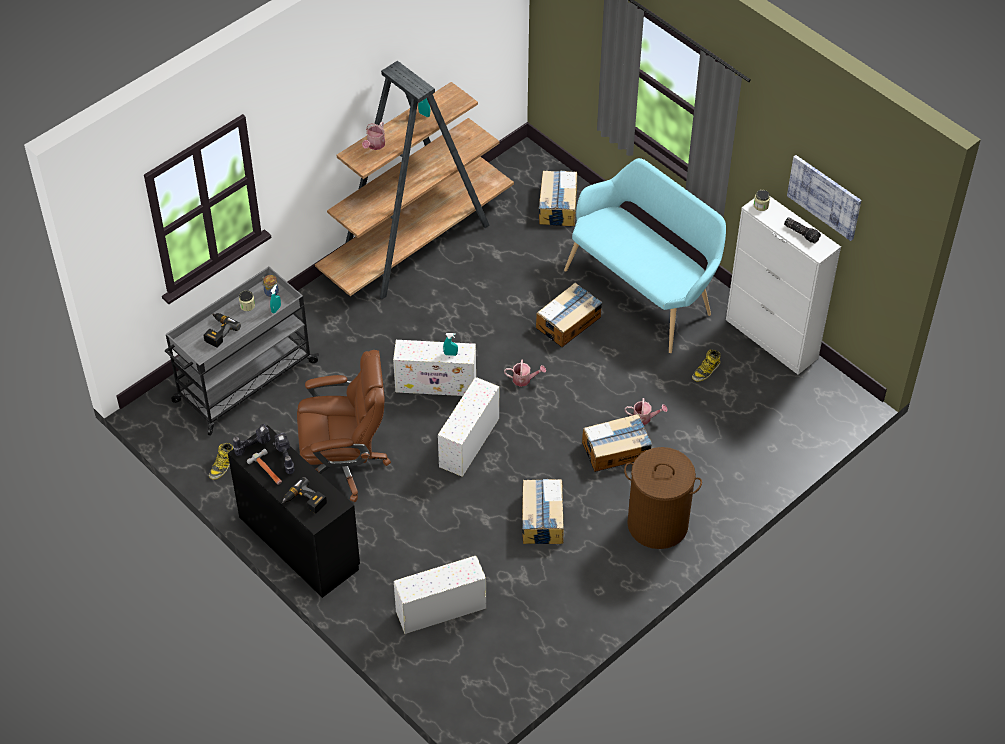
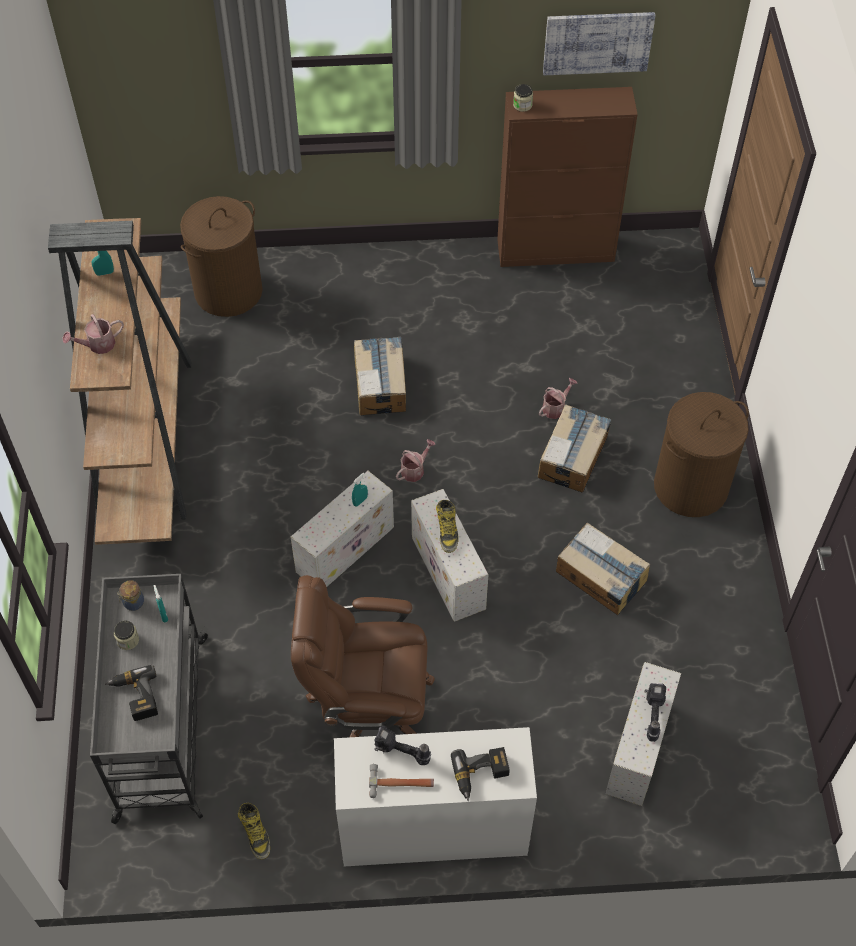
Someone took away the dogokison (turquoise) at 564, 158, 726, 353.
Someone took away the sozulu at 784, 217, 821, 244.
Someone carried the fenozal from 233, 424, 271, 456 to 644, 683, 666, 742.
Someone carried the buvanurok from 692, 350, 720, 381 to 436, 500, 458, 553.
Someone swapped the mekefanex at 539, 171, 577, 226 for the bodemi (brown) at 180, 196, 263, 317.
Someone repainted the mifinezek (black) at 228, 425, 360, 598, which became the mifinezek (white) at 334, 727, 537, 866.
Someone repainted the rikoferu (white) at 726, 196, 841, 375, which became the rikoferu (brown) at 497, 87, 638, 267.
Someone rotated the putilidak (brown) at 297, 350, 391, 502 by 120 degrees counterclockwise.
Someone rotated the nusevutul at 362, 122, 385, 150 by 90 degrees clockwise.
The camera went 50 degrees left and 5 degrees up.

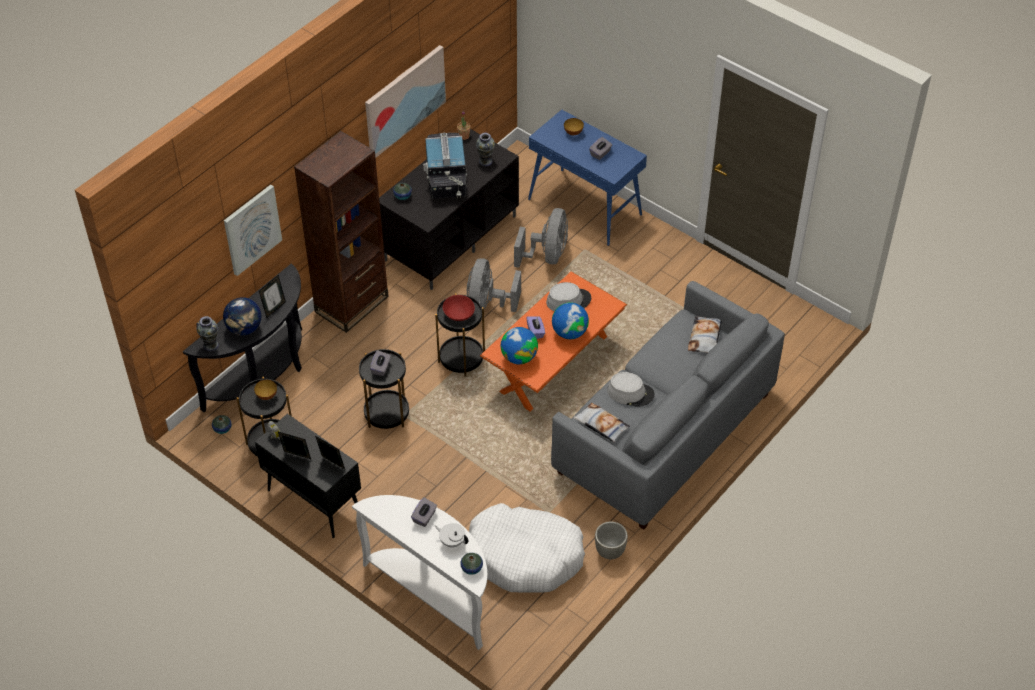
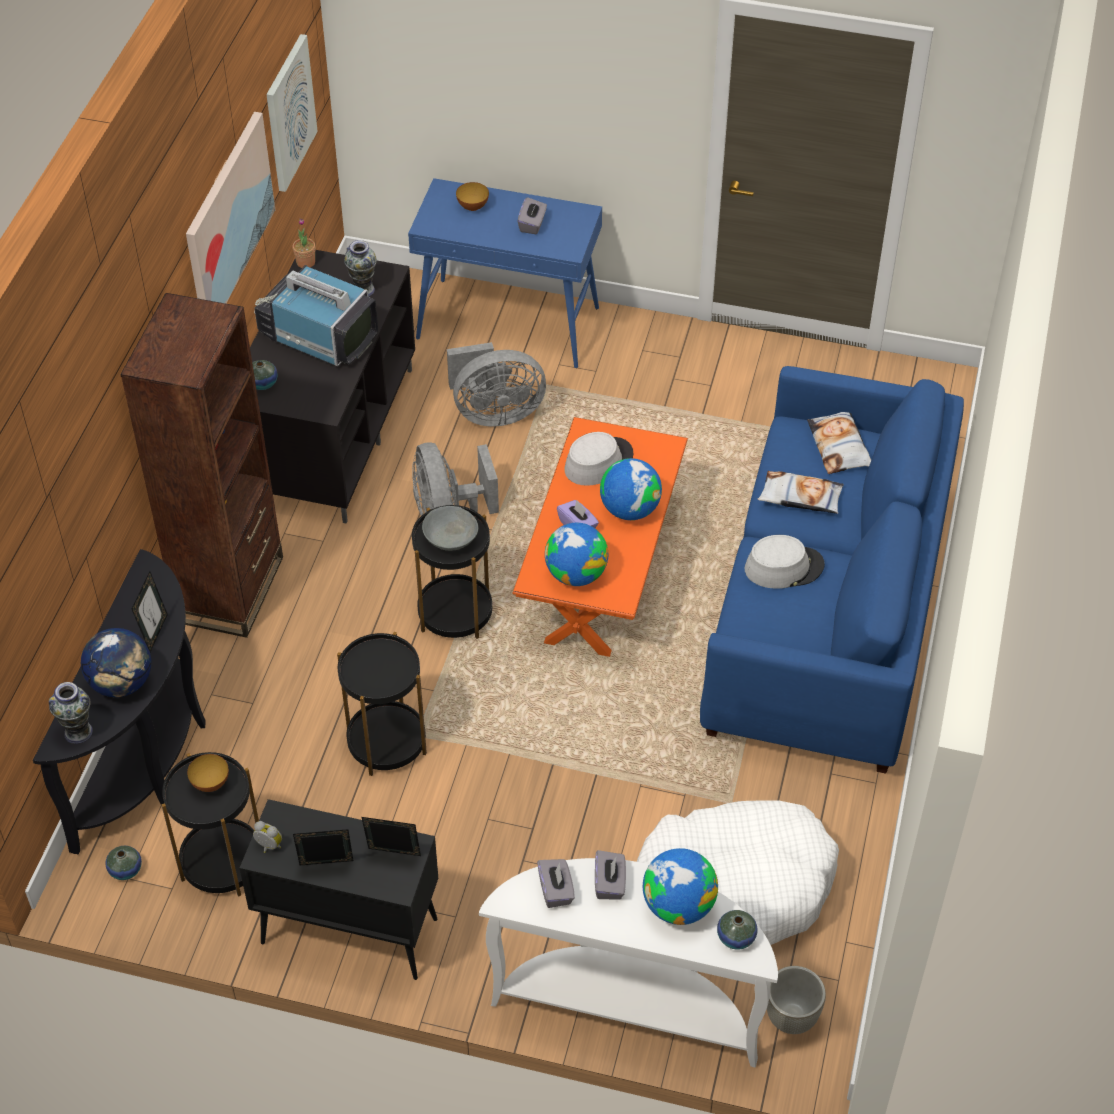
Someone carried the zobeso from 224, 185, 282, 276 to 266, 34, 318, 192.
Someone carried the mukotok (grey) from 370, 350, 391, 376 to 537, 859, 575, 908.
Someone carried the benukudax from 573, 403, 630, 442 to 758, 471, 844, 514.
Someone carried the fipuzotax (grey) from 595, 521, 628, 559 to 767, 966, 826, 1034.
Someone swapped the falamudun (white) at 434, 523, 469, 547 for the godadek at 643, 848, 718, 925.
Someone repainted the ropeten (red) at 443, 295, 475, 321, which became the ropeten (grey) at 422, 506, 478, 551.
Someone repainted the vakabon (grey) at 551, 281, 785, 530, which became the vakabon (blue) at 700, 366, 964, 774.
Someone rotated the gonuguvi at 423, 133, 467, 199 by 150 degrees clockwise.
Someone rotated the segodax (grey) at 514, 208, 568, 268 by 90 degrees clockwise.
The camera went 25 degrees left and 0 degrees up.

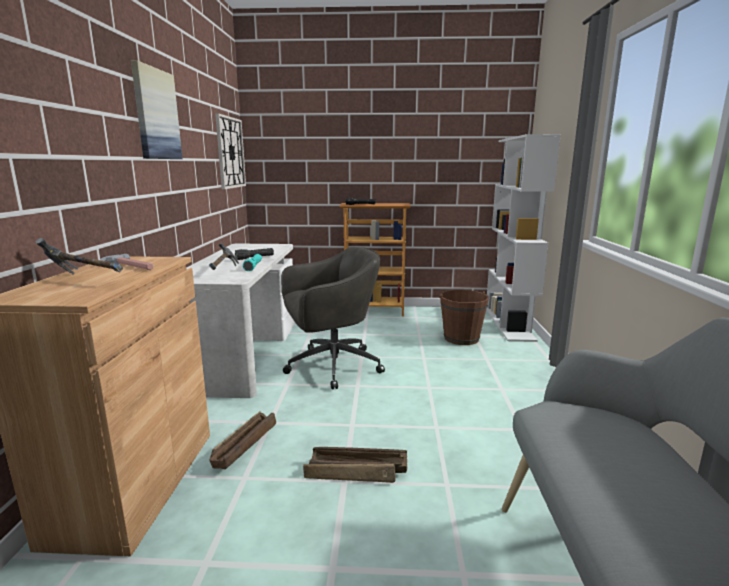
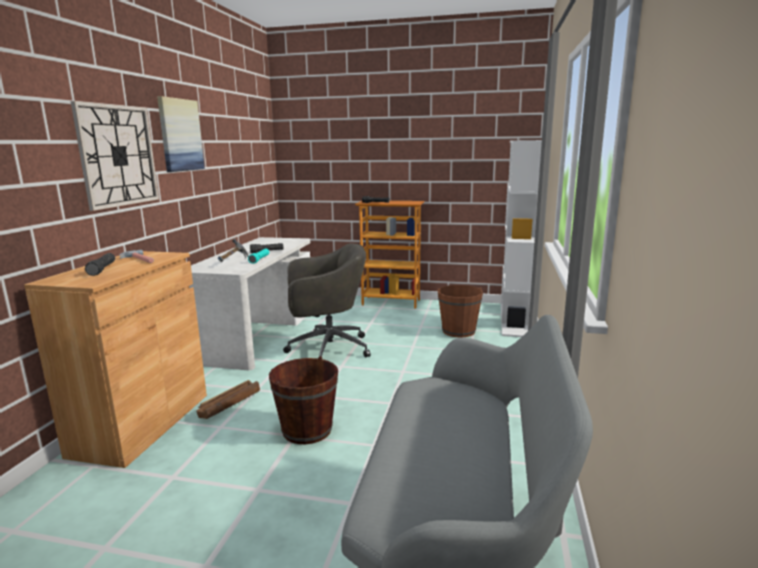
Someone carried the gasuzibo from 215, 113, 246, 189 to 71, 101, 159, 211.
Someone swapped the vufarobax at 36, 238, 123, 274 for the sozulu (black) at 85, 253, 115, 276.
Someone swapped the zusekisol at 303, 447, 407, 483 for the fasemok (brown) at 269, 356, 338, 444.
The camera went 10 degrees right and 0 degrees up.

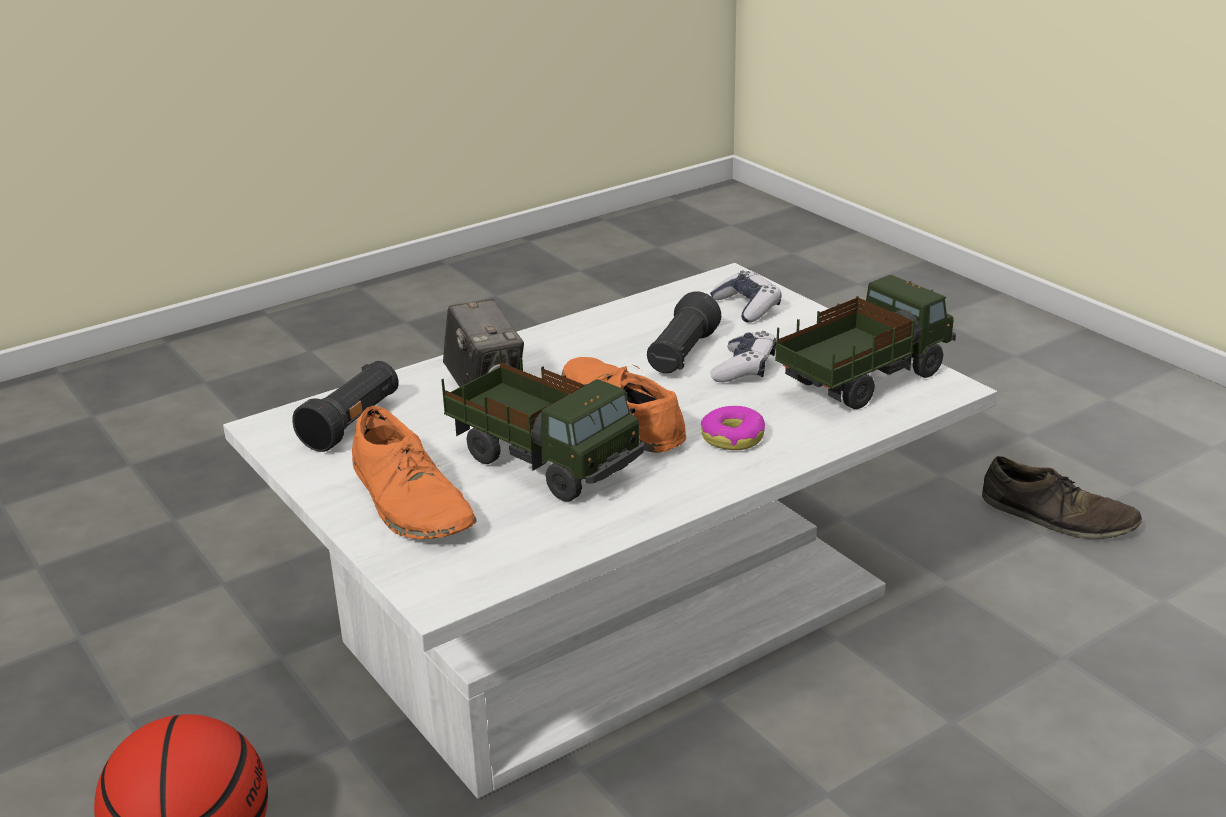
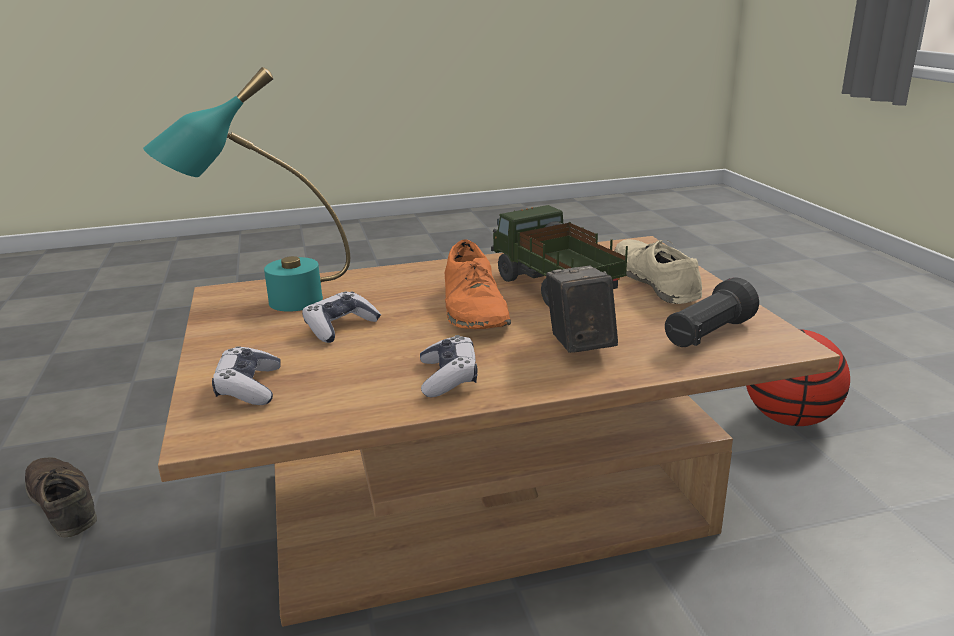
Someone took away the sozulu (black) at 647, 291, 721, 373.
Someone took away the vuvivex at 701, 406, 765, 450.
Someone put down the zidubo at 420, 335, 478, 397.
Someone swapped the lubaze at 775, 275, 956, 409 for the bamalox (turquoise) at 143, 67, 350, 312.
Someone repainted the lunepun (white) at 223, 263, 997, 799, which became the lunepun (brown) at 158, 236, 840, 627.
Someone repainted the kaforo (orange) at 352, 406, 477, 539, which became the kaforo (beige) at 615, 239, 702, 304.
The camera went 160 degrees left and 5 degrees down.

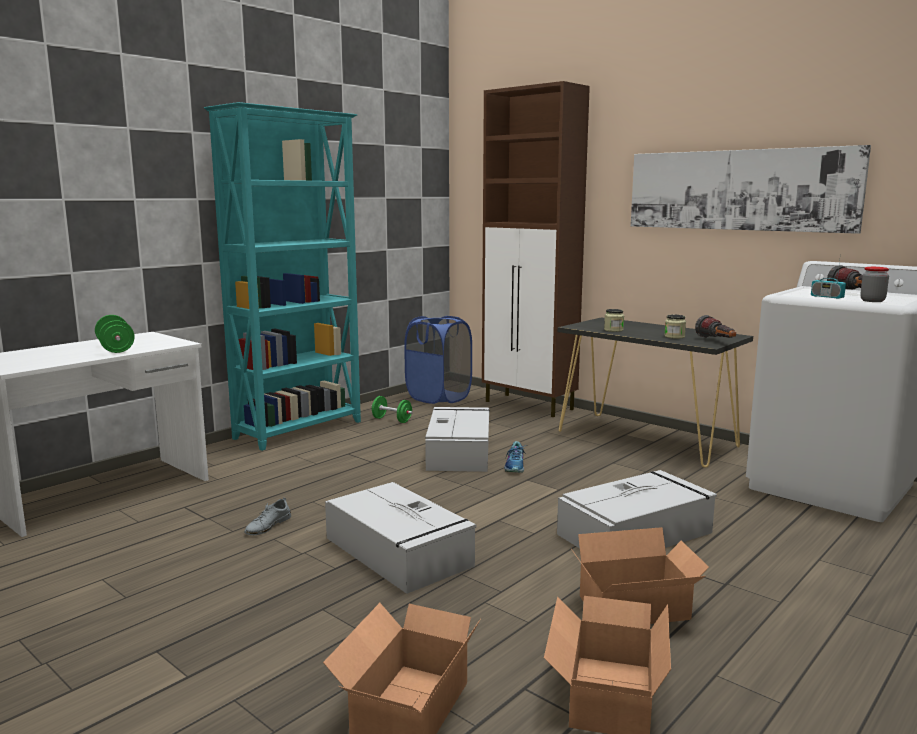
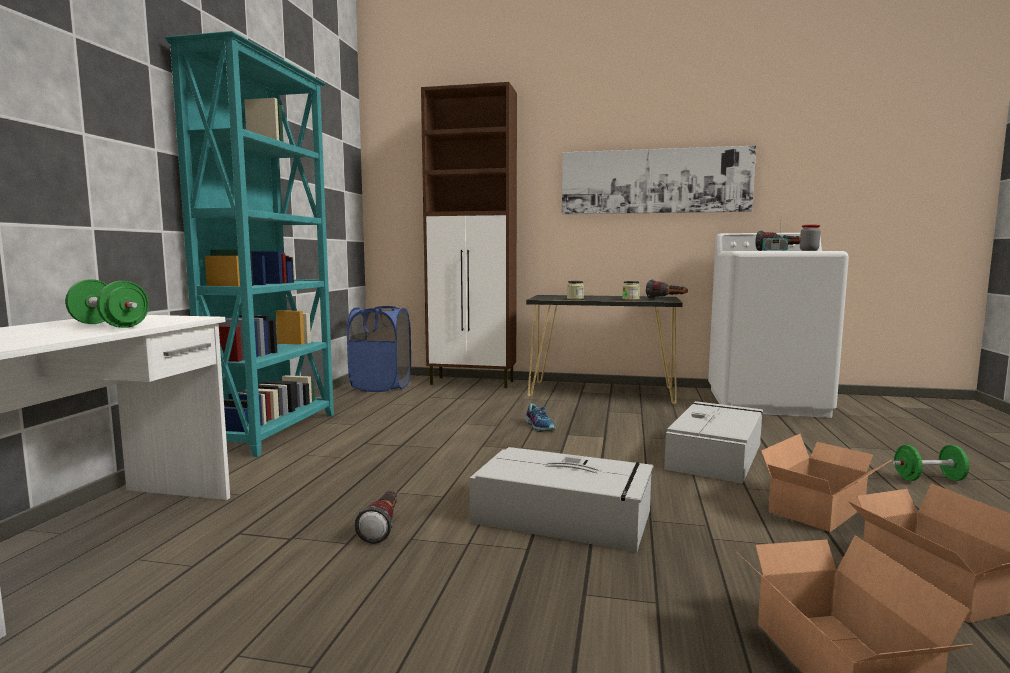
Someone took away the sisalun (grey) at 425, 407, 490, 472.
Someone carried the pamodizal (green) from 371, 396, 413, 423 to 893, 445, 970, 481.
Someone swapped the kaforo (grey) at 244, 498, 291, 535 for the sozulu at 354, 491, 397, 544.
The camera went 30 degrees left and 5 degrees down.

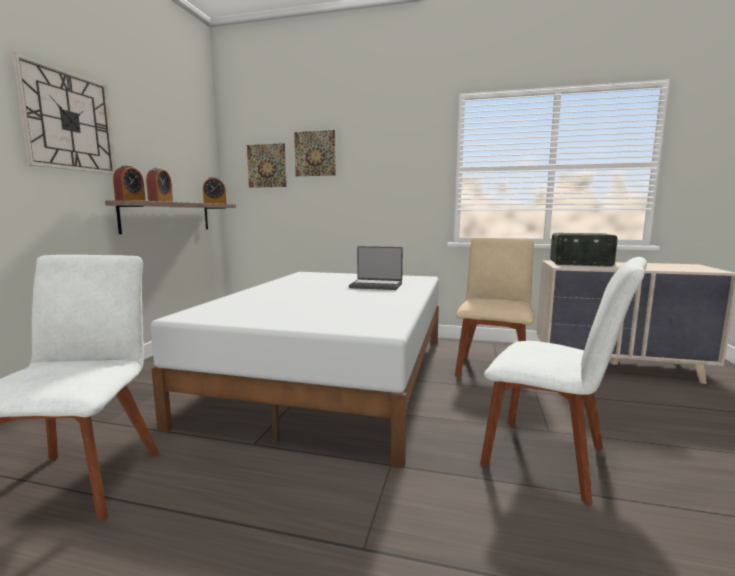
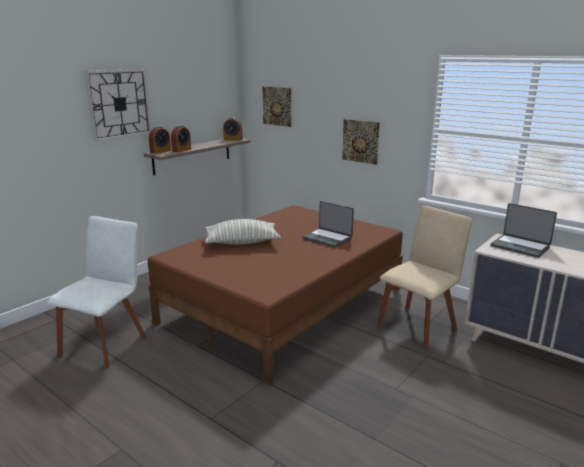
Someone took away the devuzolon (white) at 480, 257, 647, 505.
Someone put down the benukudax at 205, 219, 281, 245.
Someone carried the zobeso from 294, 130, 336, 176 to 342, 119, 380, 165.
Someone swapped the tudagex at 550, 233, 618, 267 for the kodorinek at 491, 203, 557, 258.
Someone repainted the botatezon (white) at 150, 272, 439, 468, which became the botatezon (brown) at 148, 205, 403, 385.
The camera went 25 degrees right and 10 degrees up.

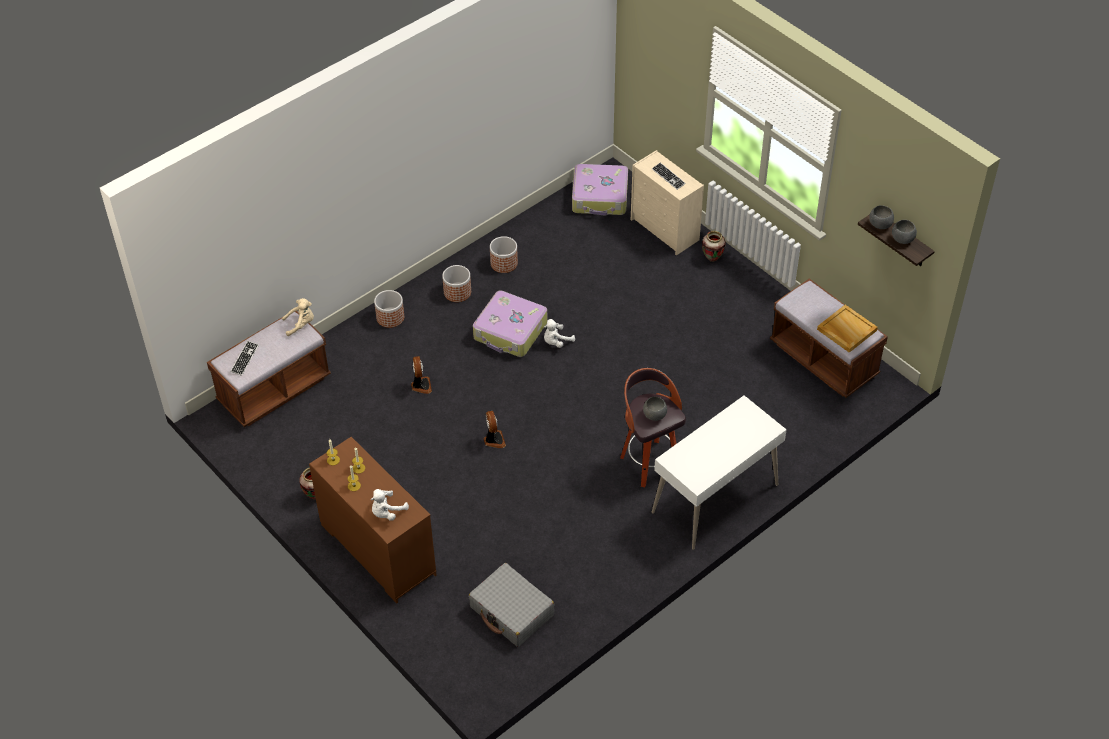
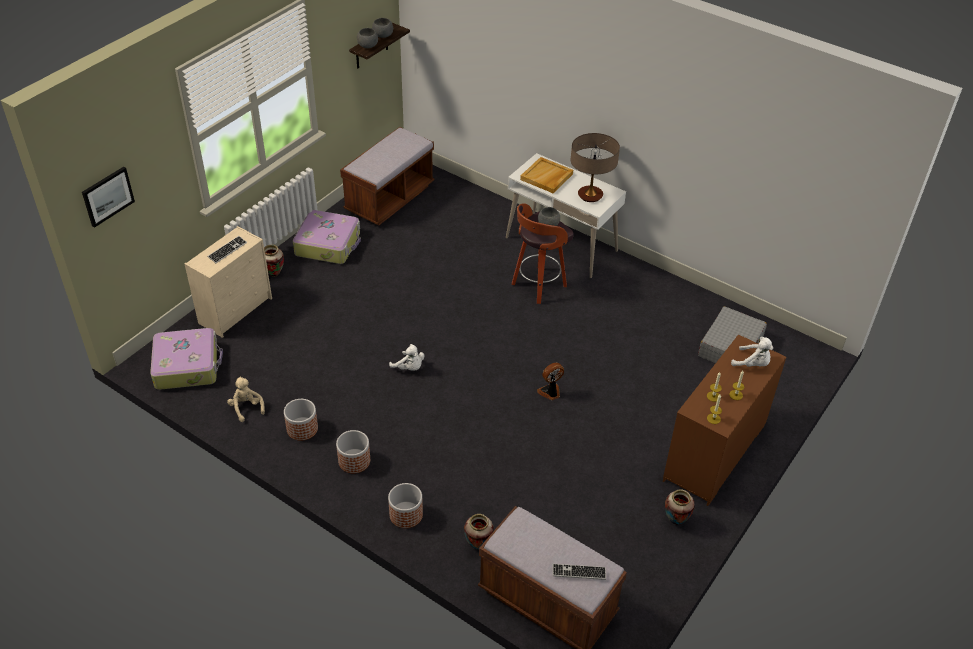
Someone took away the segodax at 411, 356, 432, 394.
Someone put up the zobeso at 82, 167, 135, 228.
Someone put down the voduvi at 464, 514, 494, 550.
Someone put down the bamalox at 571, 133, 620, 202.
Someone carried the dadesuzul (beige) from 282, 298, 314, 336 to 227, 377, 265, 422.
Someone carried the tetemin from 473, 290, 547, 357 to 293, 210, 361, 264.
Someone carried the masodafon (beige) from 817, 305, 878, 353 to 520, 157, 573, 193.
The camera went 105 degrees left and 5 degrees down.

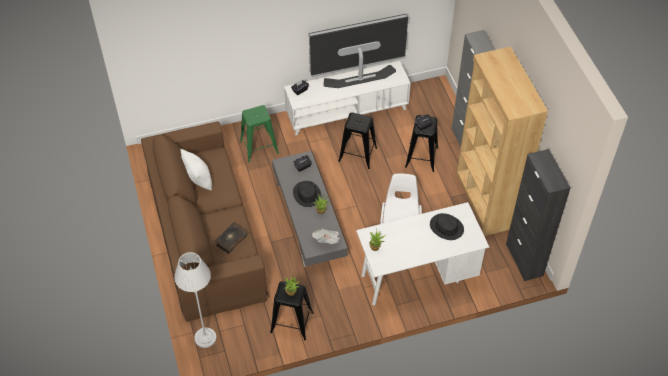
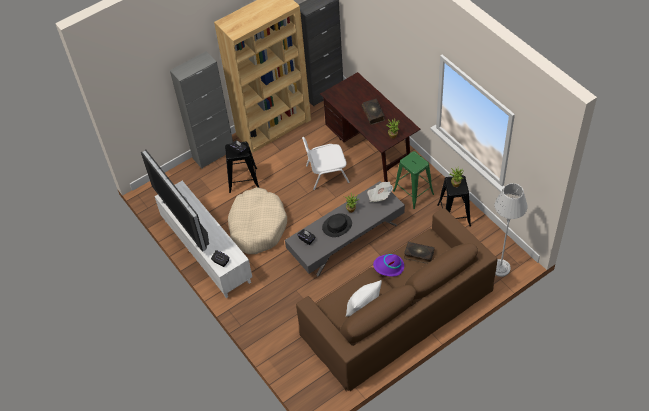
Someone took away the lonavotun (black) at 430, 213, 464, 240.
Someone put down the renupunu at 361, 99, 385, 125.
Someone put down the lonavotun (purple) at 373, 254, 404, 276.
Someone carried the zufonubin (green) from 240, 105, 279, 162 to 393, 151, 434, 209.
Someone swapped the zufonubin (black) at 338, 112, 377, 169 for the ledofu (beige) at 228, 187, 287, 254.
Someone repainted the mifinezek (white) at 356, 202, 489, 306, which became the mifinezek (brown) at 320, 72, 421, 182.
The camera went 105 degrees left and 0 degrees up.

